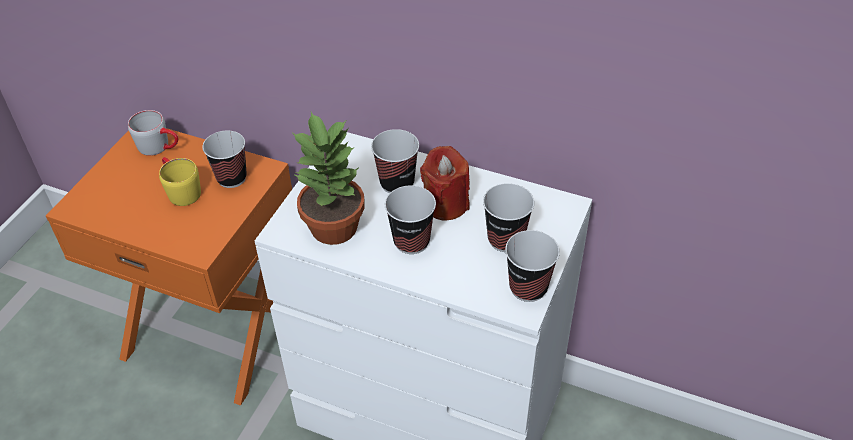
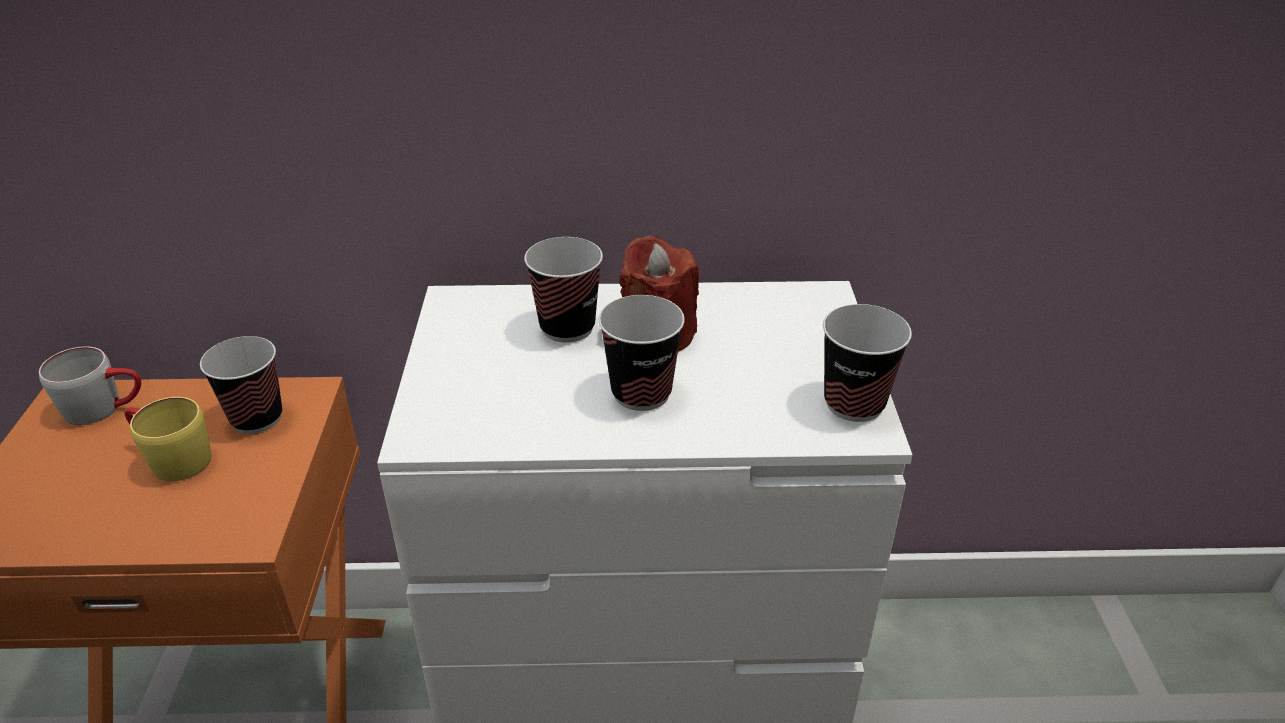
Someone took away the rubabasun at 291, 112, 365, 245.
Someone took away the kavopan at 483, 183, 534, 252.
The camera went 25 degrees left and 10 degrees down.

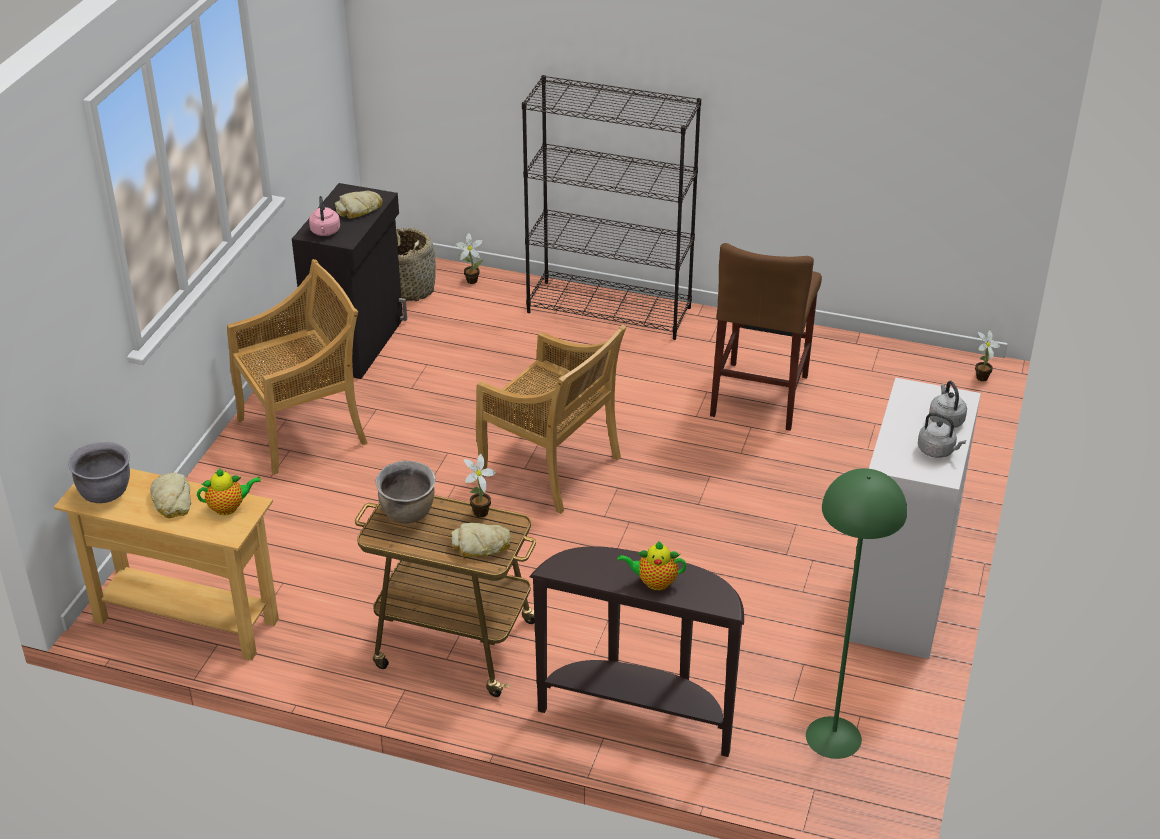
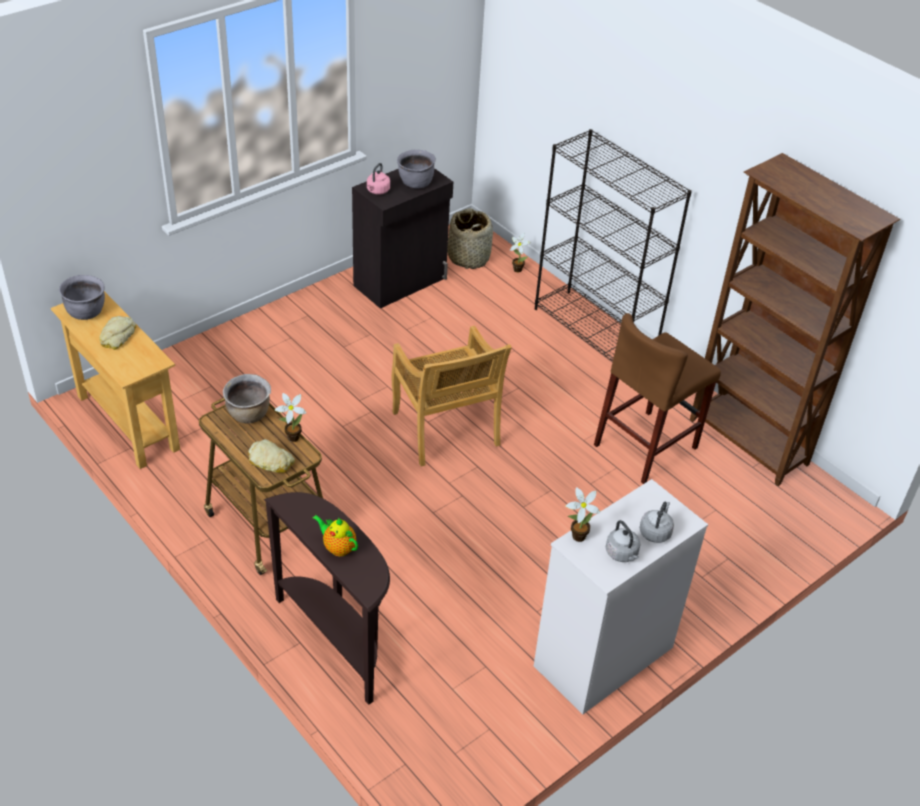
Someone took away the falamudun at 197, 468, 261, 515.
Someone took away the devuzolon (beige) at 227, 259, 368, 475.
Someone took away the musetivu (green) at 806, 468, 907, 759.
Someone put down the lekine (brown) at 690, 153, 900, 486.
Someone carried the rubabasun from 975, 330, 1000, 381 to 566, 487, 600, 542.
Someone swapped the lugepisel at 334, 191, 382, 219 for the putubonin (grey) at 397, 150, 436, 189.
The camera went 30 degrees right and 5 degrees up.

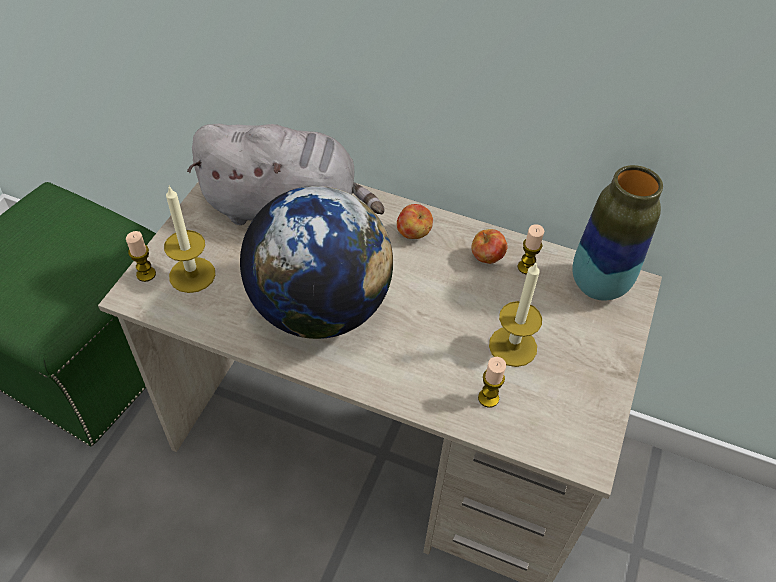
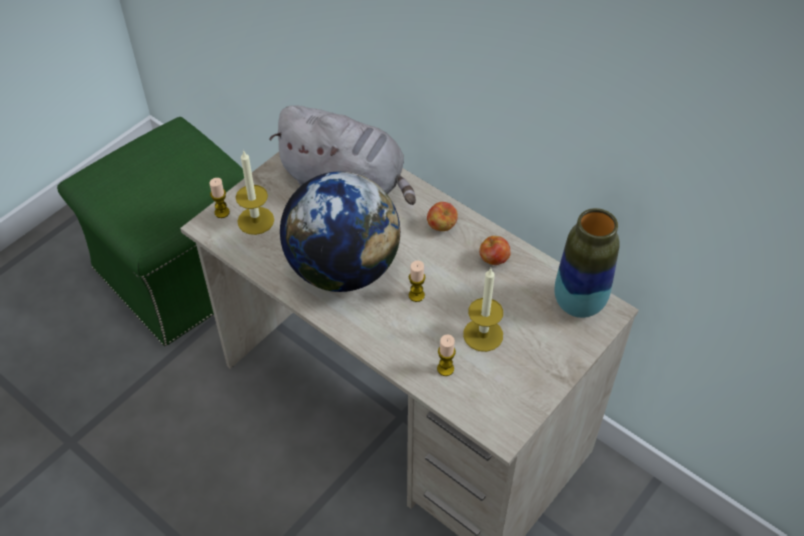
Someone carried the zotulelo from 518, 224, 544, 275 to 409, 260, 426, 302.
The camera went 20 degrees right and 0 degrees up.

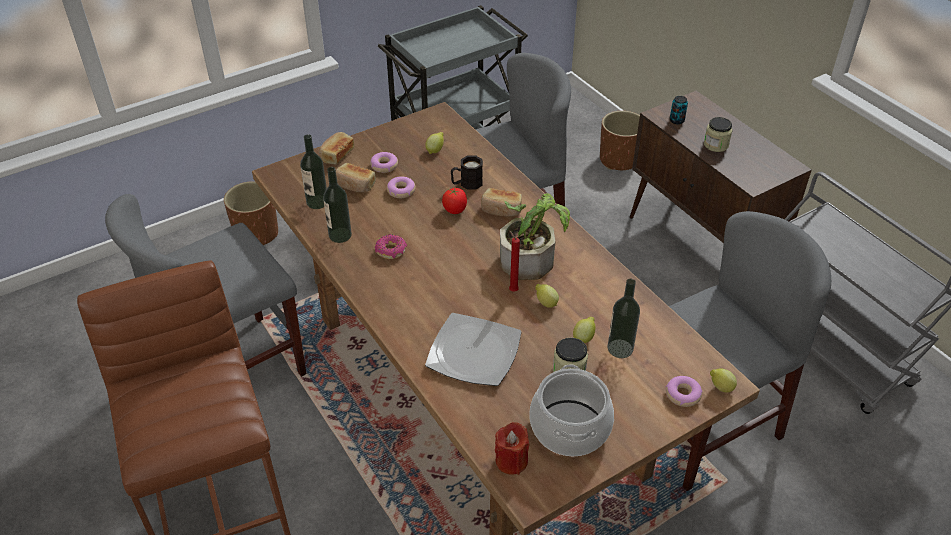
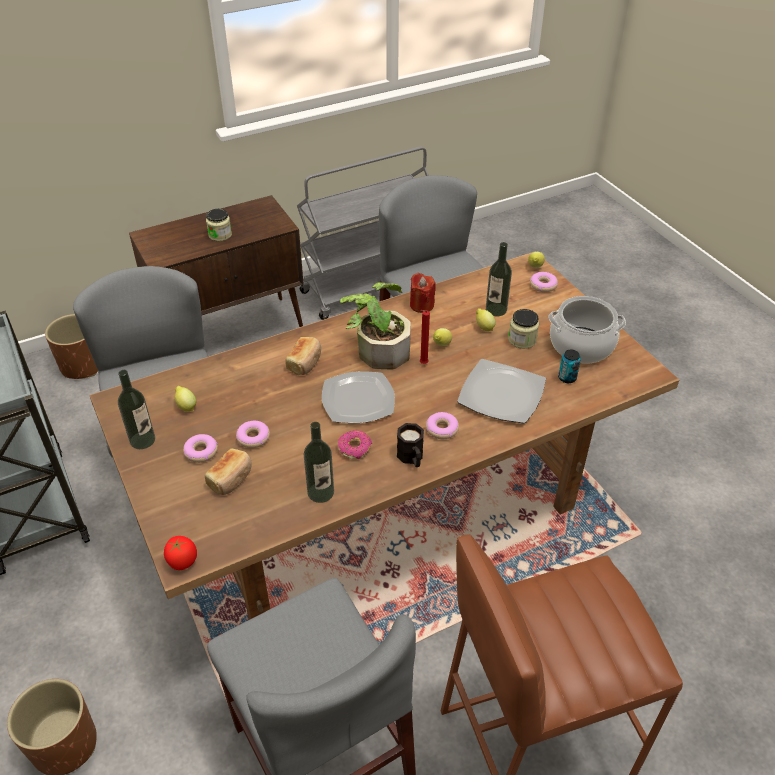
Someone took away the lugepisel at 319, 132, 354, 164.
Someone put down the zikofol at 322, 371, 395, 423.
Someone put down the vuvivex at 426, 412, 459, 439.
Someone carried the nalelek from 300, 134, 327, 209 to 118, 370, 155, 449.
Someone carried the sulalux from 442, 188, 467, 214 to 164, 536, 197, 570.
Someone carried the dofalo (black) from 451, 156, 483, 190 to 397, 423, 424, 467.
Someone carried the zotulelo (red) from 495, 422, 529, 475 to 410, 273, 436, 313.
Someone carried the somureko from 670, 96, 688, 124 to 558, 350, 581, 383.
The camera went 85 degrees left and 0 degrees up.

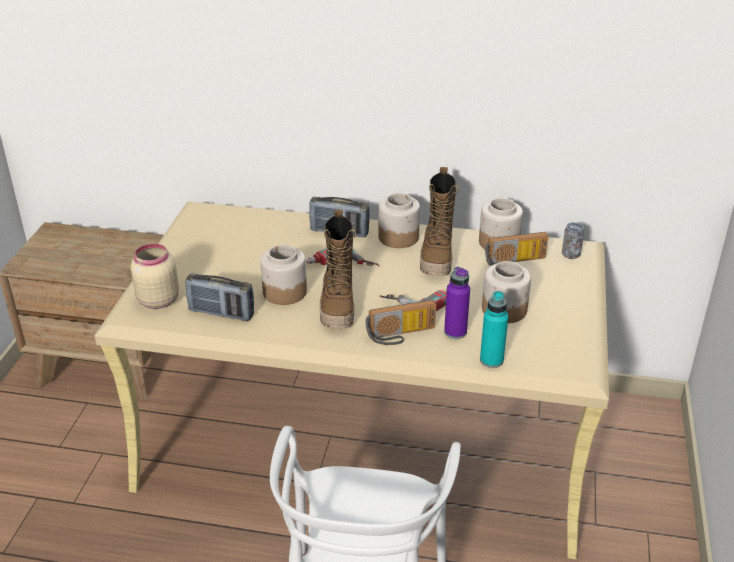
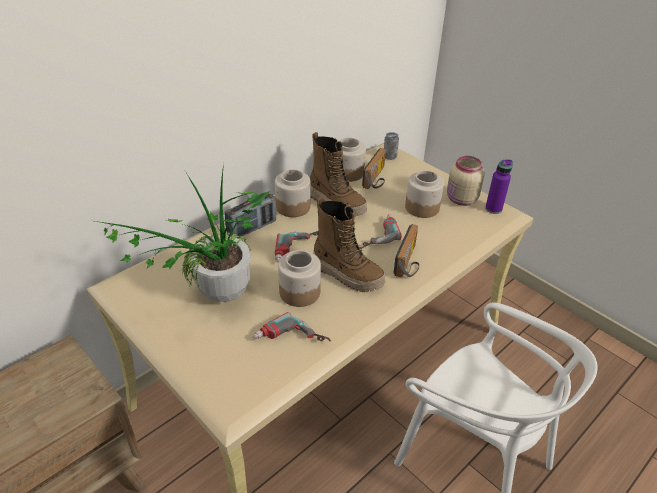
Someone took away the nalelek (turquoise) at 480, 291, 508, 368.
Someone put down the rubabasun at 95, 163, 270, 302.
Someone carried the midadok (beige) from 131, 244, 179, 309 to 447, 156, 485, 206.
Someone carried the nalelek (purple) from 444, 267, 470, 339 to 485, 159, 513, 214.
Someone swapped the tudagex at 185, 273, 254, 321 for the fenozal at 253, 312, 331, 341.
The camera went 55 degrees left and 5 degrees up.

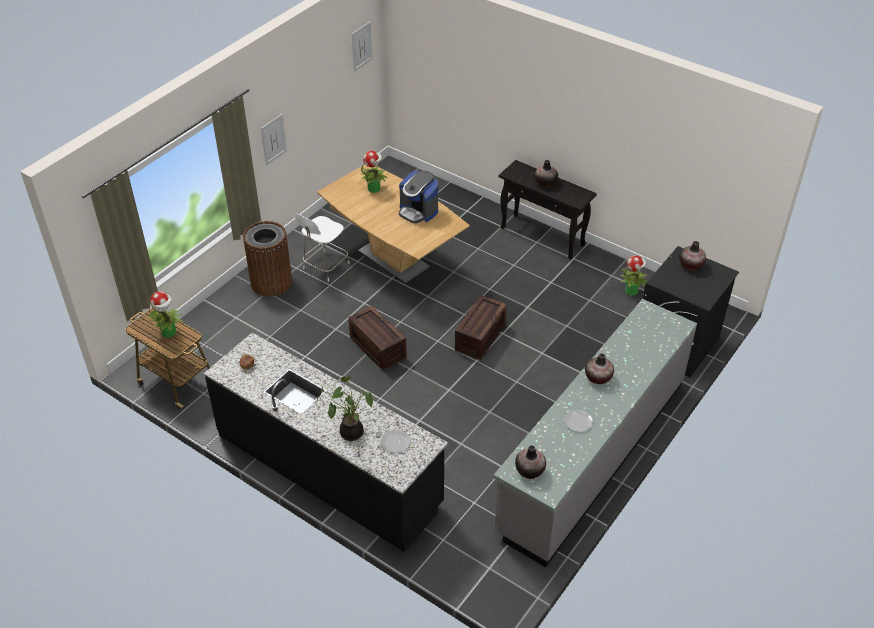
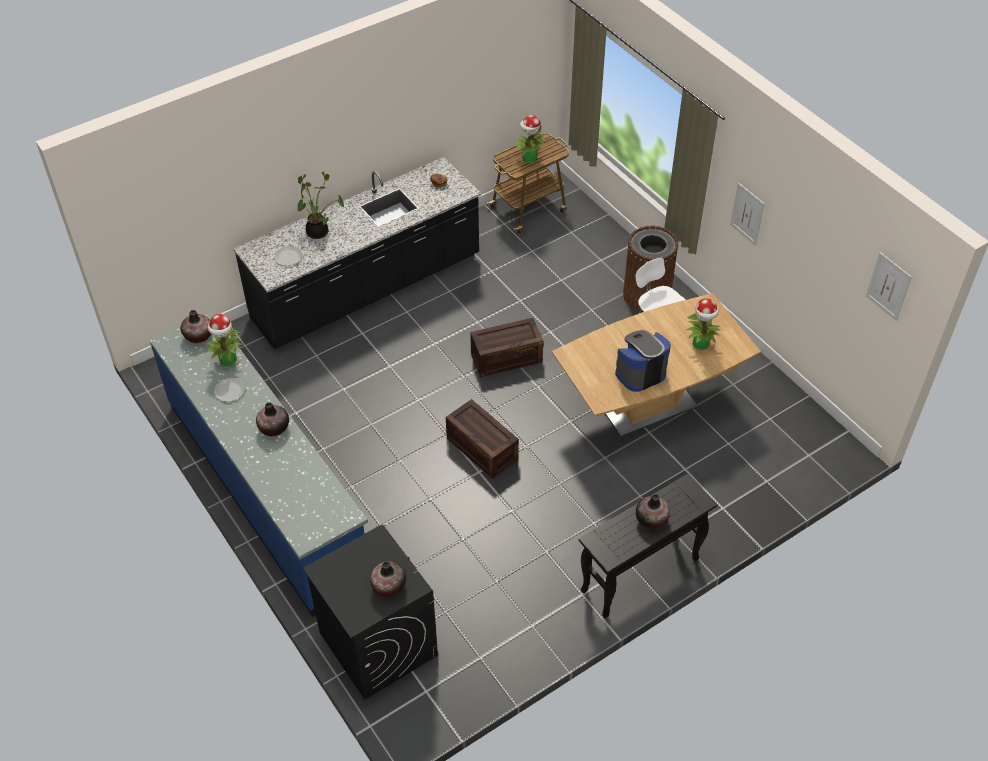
Someone carried the rubabasun from 620, 255, 647, 296 to 205, 314, 243, 366.
Someone repainted the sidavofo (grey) at 494, 299, 697, 567, which became the sidavofo (blue) at 149, 312, 368, 617.
The camera went 110 degrees right and 5 degrees up.

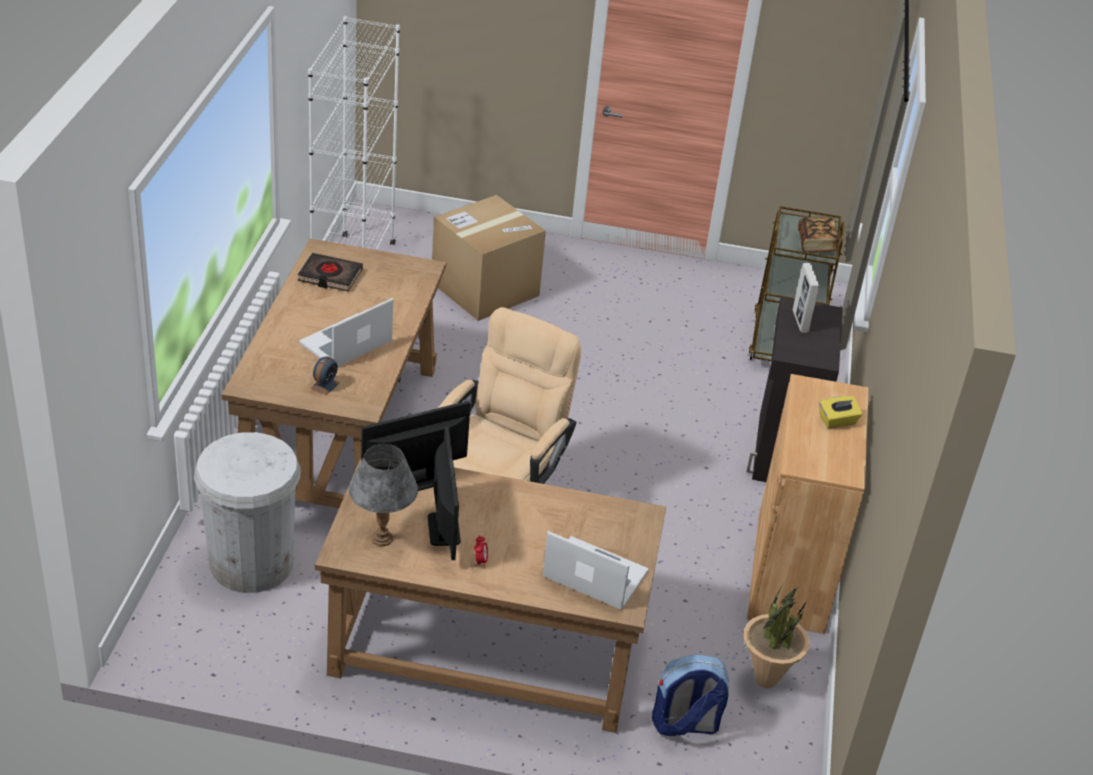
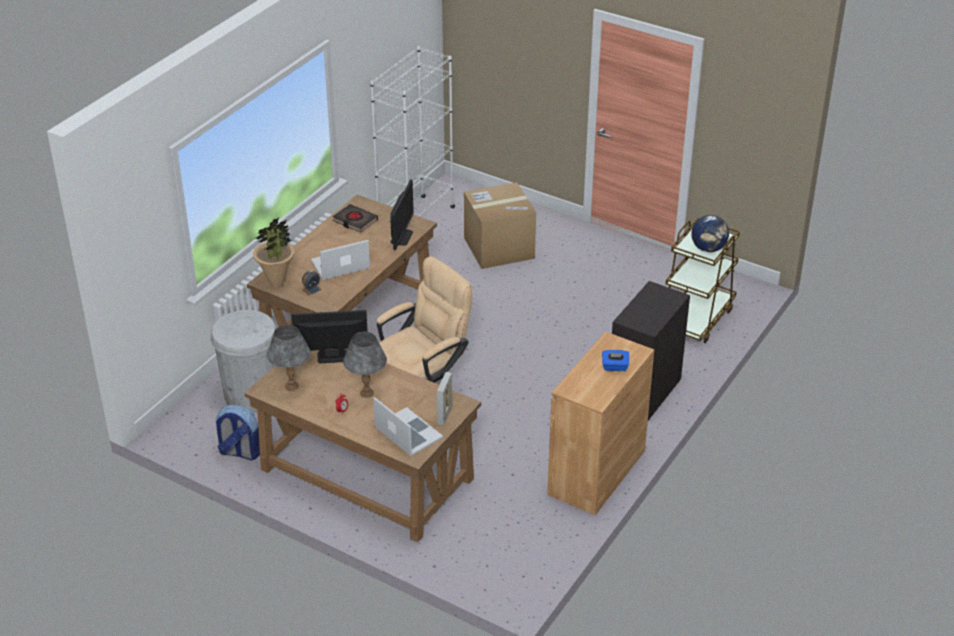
Someone put down the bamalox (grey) at 343, 332, 387, 398.
Someone carried the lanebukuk from 428, 426, 461, 560 to 390, 179, 414, 250.
Someone carried the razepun from 652, 654, 729, 737 to 215, 405, 260, 460.
Someone carried the rubabasun from 744, 585, 810, 688 to 253, 217, 294, 288.
Someone carried the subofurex from 793, 263, 820, 333 to 437, 372, 453, 426.
Someone swapped the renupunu at 798, 217, 838, 253 for the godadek at 691, 215, 729, 252.
Someone repainted the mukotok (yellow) at 819, 395, 862, 428, which became the mukotok (blue) at 602, 350, 629, 371.
The camera went 25 degrees right and 0 degrees up.

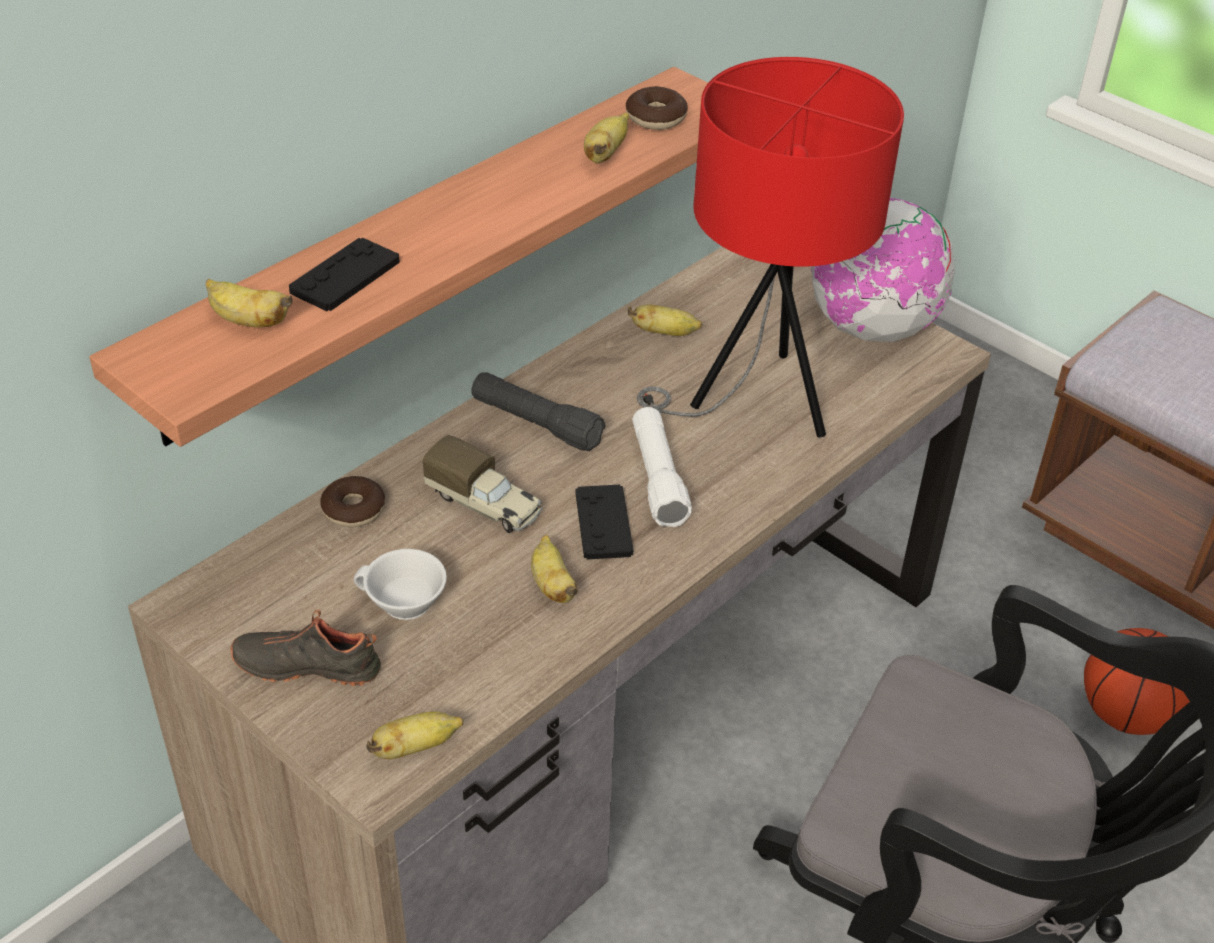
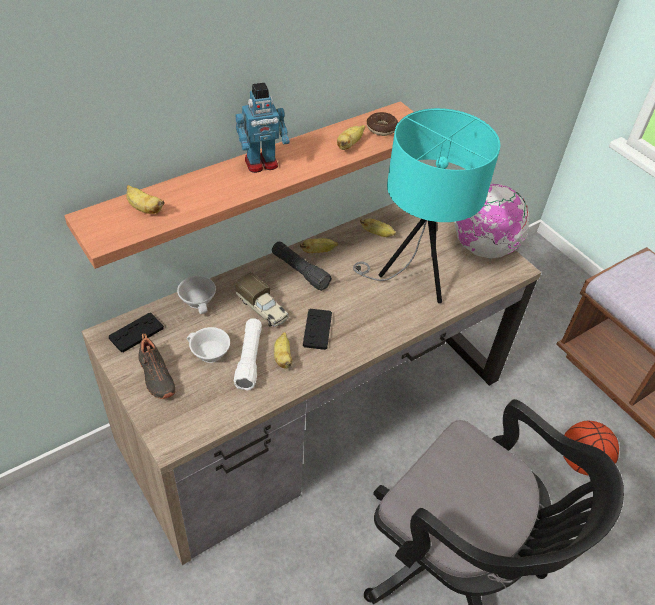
Someone put down the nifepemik at 236, 83, 290, 173.
Someone carried the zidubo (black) from 289, 238, 400, 311 to 109, 313, 164, 352.
Someone carried the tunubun from 366, 711, 464, 759 to 300, 238, 338, 253.
Someone carried the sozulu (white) from 632, 407, 692, 527 to 234, 318, 262, 390.
Someone swapped the vuvivex at 320, 476, 385, 527 for the kavopan (white) at 177, 276, 216, 314.
Someone repainted the bamalox (red) at 637, 57, 904, 437, which became the bamalox (turquoise) at 353, 108, 500, 303.
Someone rotated the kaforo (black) at 230, 609, 381, 686 by 135 degrees counterclockwise.
The camera went 10 degrees right and 5 degrees up.

